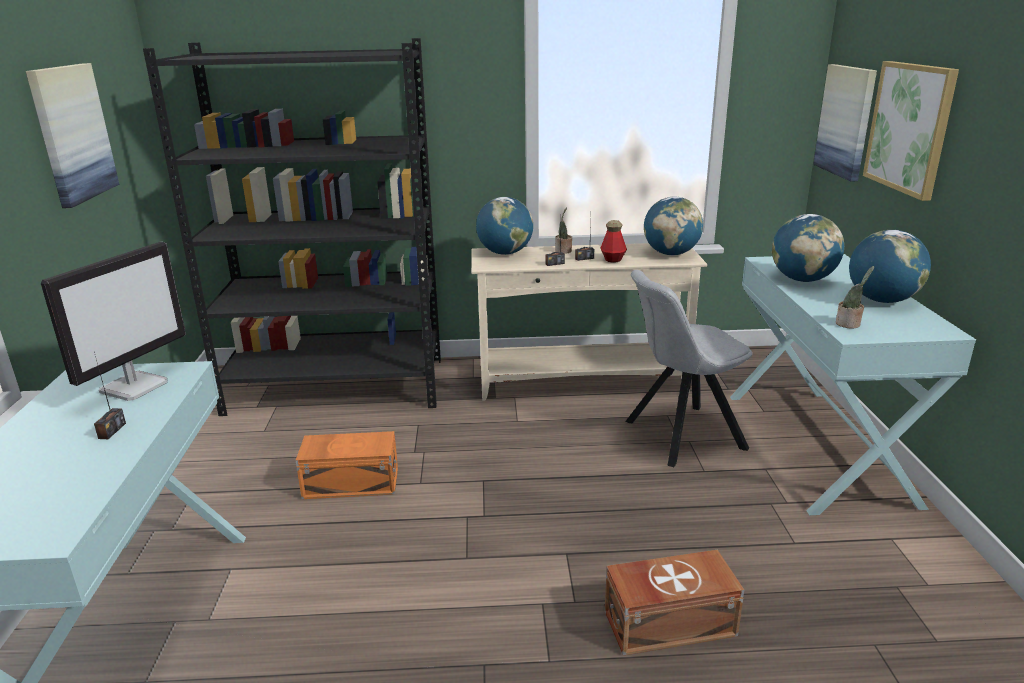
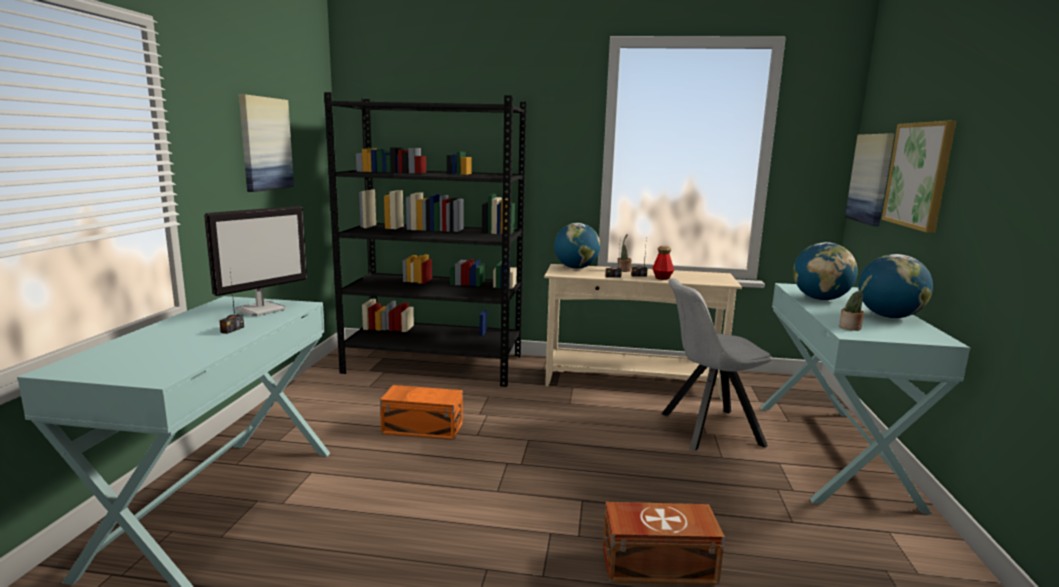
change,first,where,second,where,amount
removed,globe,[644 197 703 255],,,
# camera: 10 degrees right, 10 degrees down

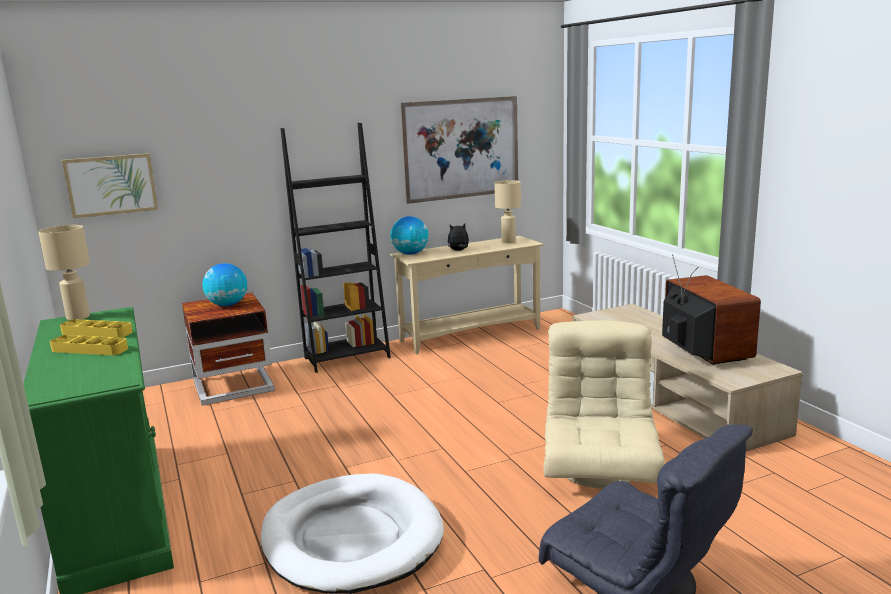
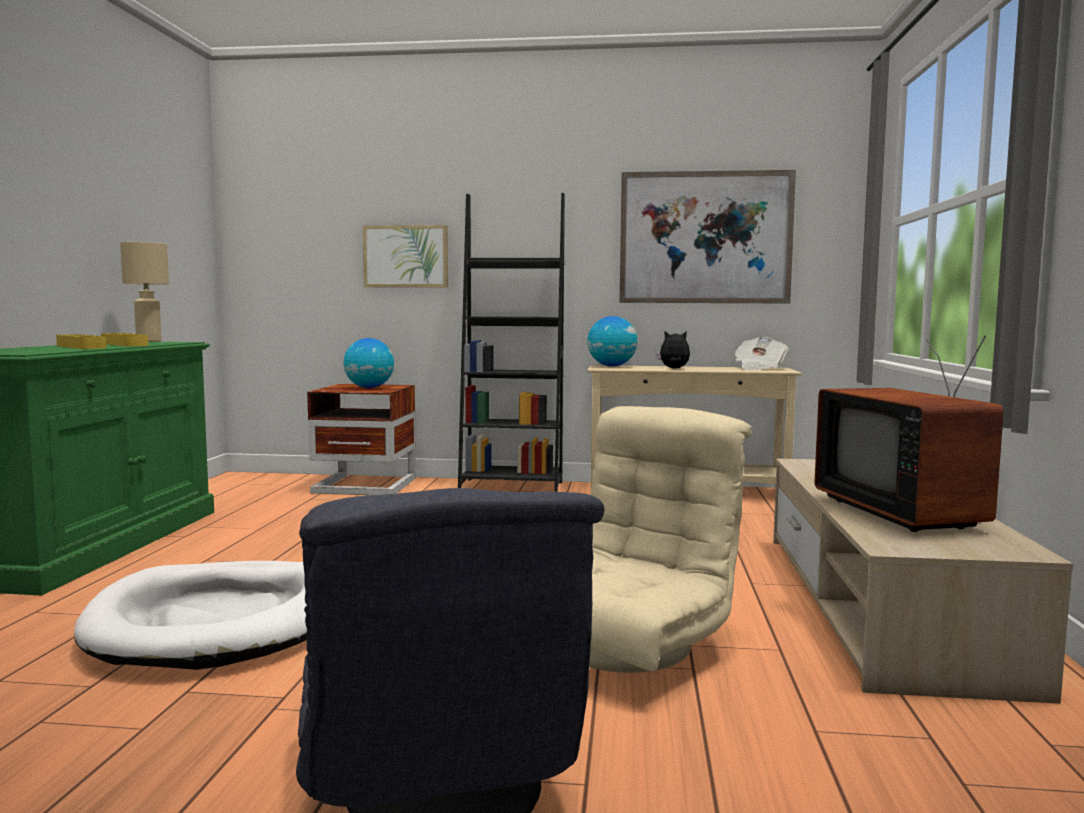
change,first,where,second,where,amount
moved,picture,[62 153 158 218],,[363 225 448 288],
replaced,beige table lamp,[495 180 521 243],newspaper,[734 337 789 371],
turned,television,[662 254 761 365],,[815 336 1004 532],150 degrees clockwise
# camera: 30 degrees right, 10 degrees down

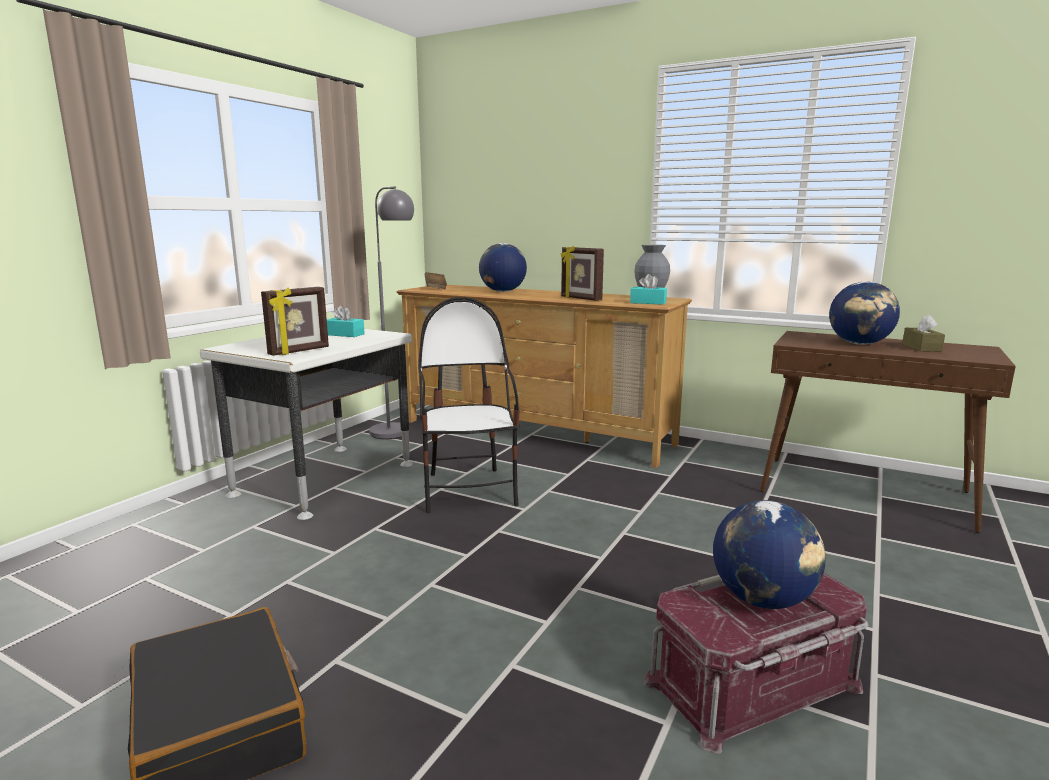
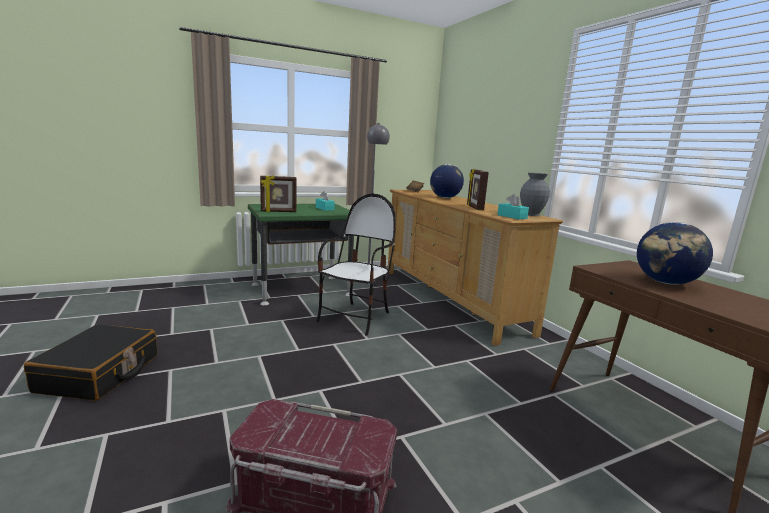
change,first,where,second,where,amount
recoloured,white desk,[200 329 413 520],green desk,[248 204 354 305],
removed,globe,[713 500 826 609],,,
removed,brown tissue box,[902 314 945 352],,,
# camera: 35 degrees right, 0 degrees up

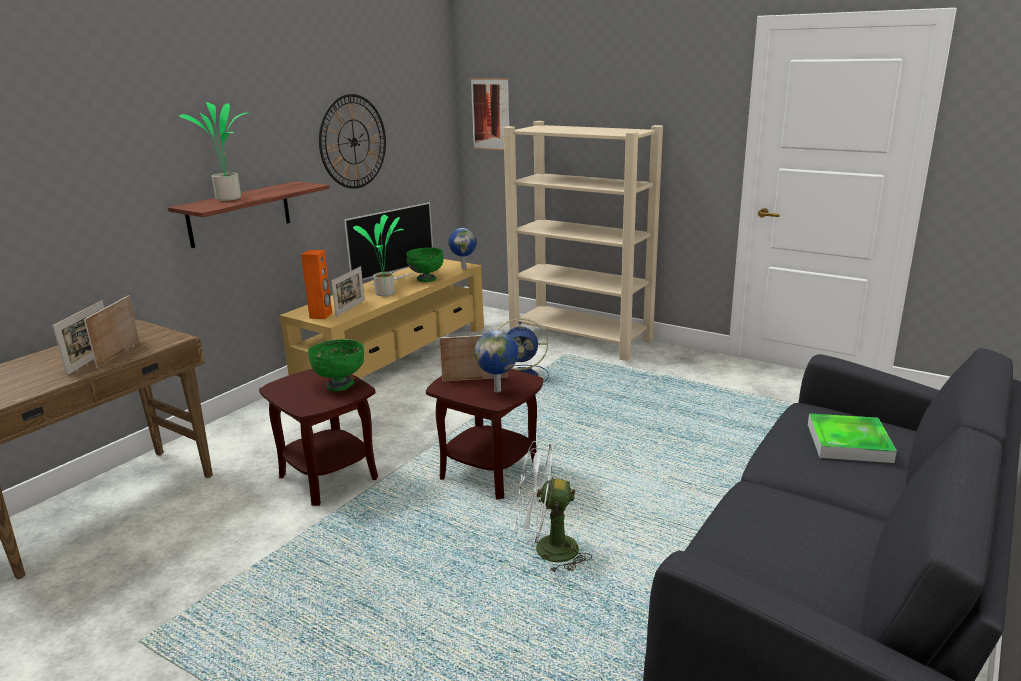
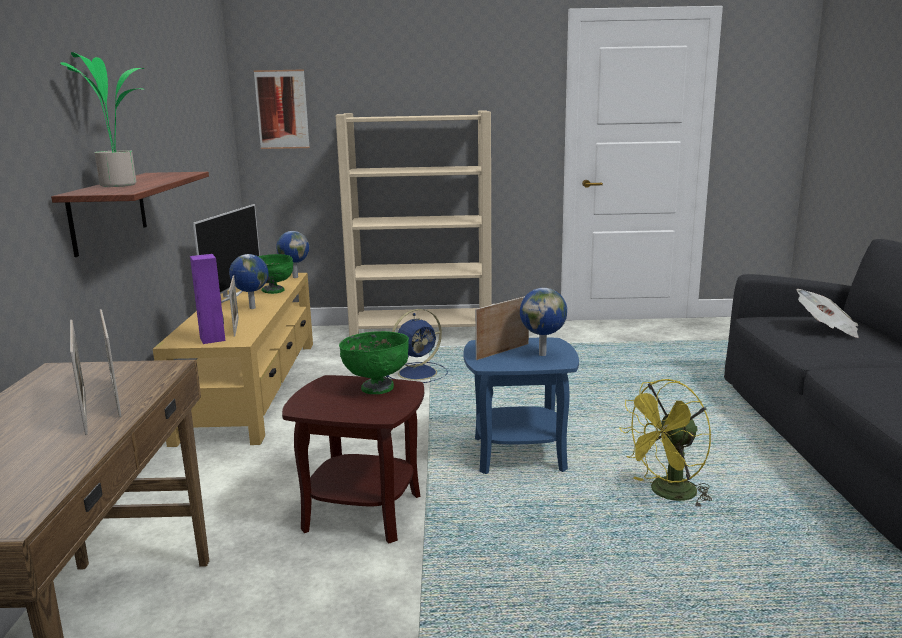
change,first,where,second,where,amount
recoloured,orange speaker,[301 250 332 319],purple speaker,[190 254 225 344],
replaced,potted plant,[353 215 404 296],globe,[229 254 269 309],
recoloured,brown side table,[426 369 543 500],blue side table,[464 338 579 474],
recoloured,white fan,[515 441 592 573],yellow fan,[619 379 712 508],
replaced,tray,[808 413 897 463],newspaper,[796 289 859 338],
removed,wall clock,[319 94 386 189],,,
# camera: 35 degrees left, 5 degrees down

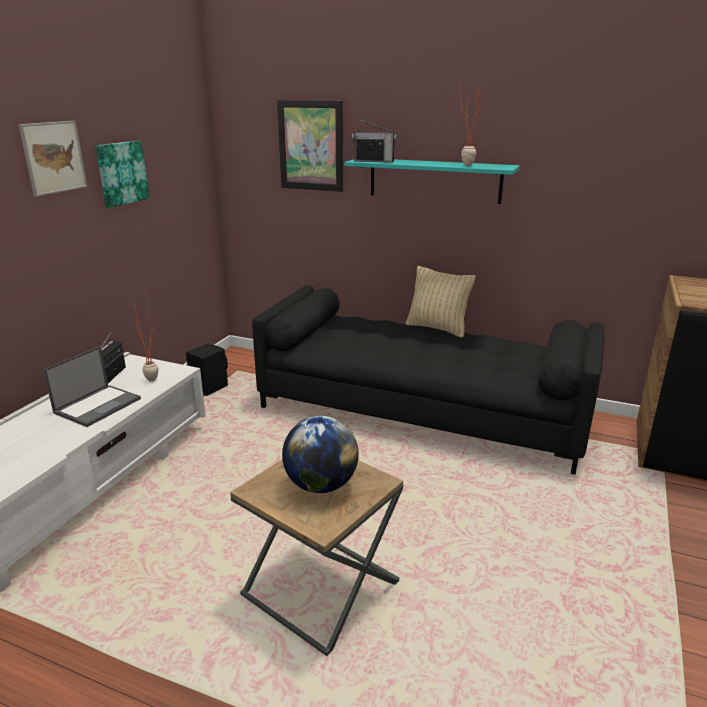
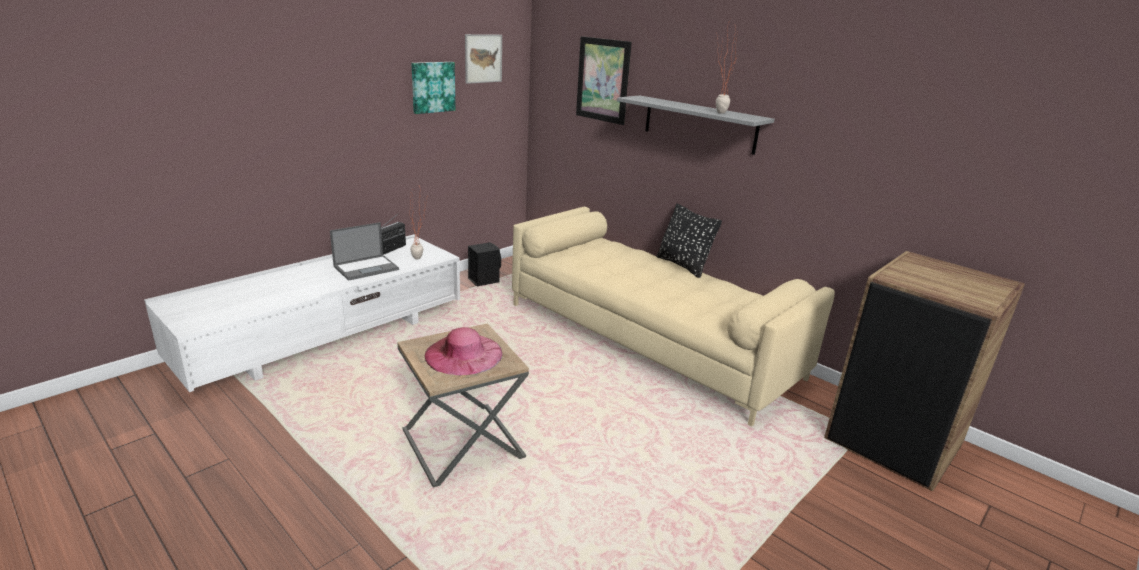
change,first,where,second,where,amount
replaced,globe,[282 416 359 493],pink hat,[425 327 502 375],
moved,picture,[18 121 87 197],,[465 34 502 84],
recoloured,black sofa,[252 285 605 475],beige sofa,[512 207 835 427],
recoloured,turquoise shelf,[344 159 520 204],grey shelf,[617 95 775 155],
recoloured,beige pillow,[406 266 476 338],black pillow,[656 204 722 278],
removed,radio,[352 119 397 162],,,
# camera: 20 degrees right, 0 degrees up

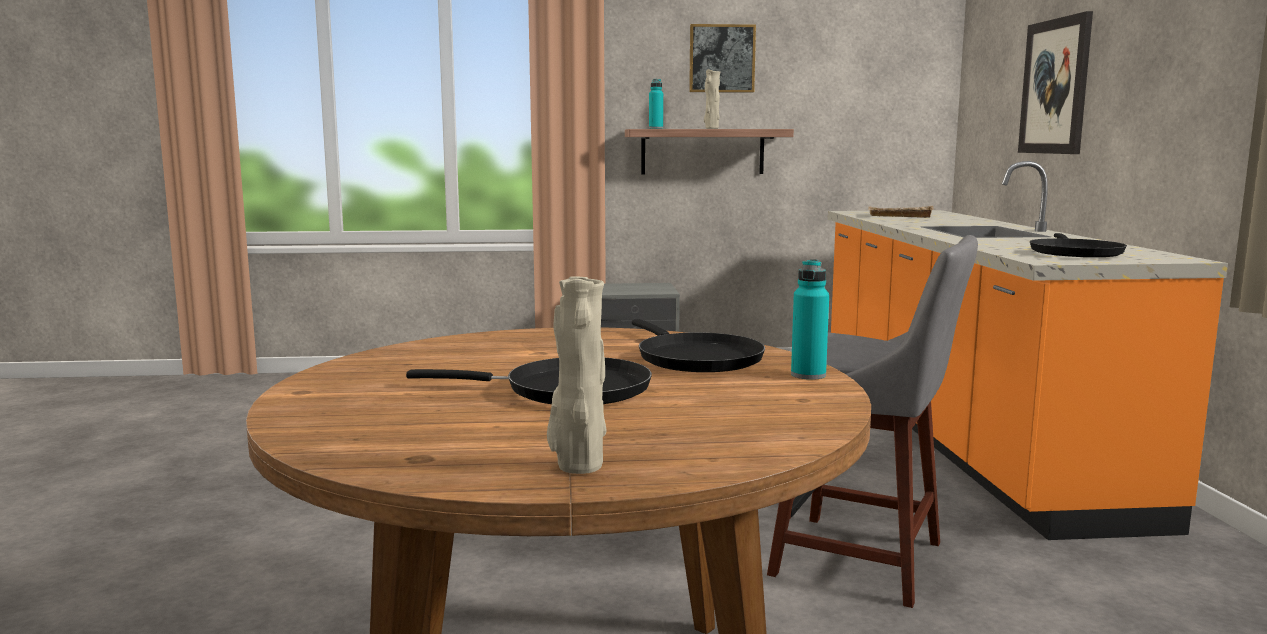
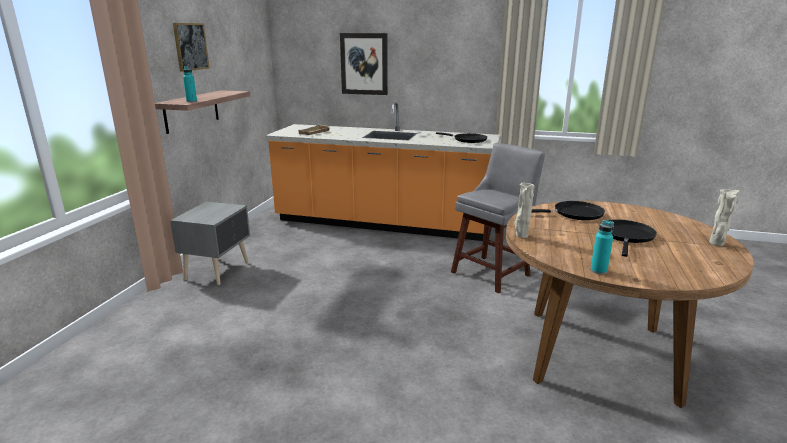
change,first,where,second,where,amount
moved,beige vase,[704 69 720 129],,[515 183 535 238],
moved,turquoise bottle,[791 259 829 380],,[590 220 614 274],
# camera: 70 degrees left, 10 degrees up

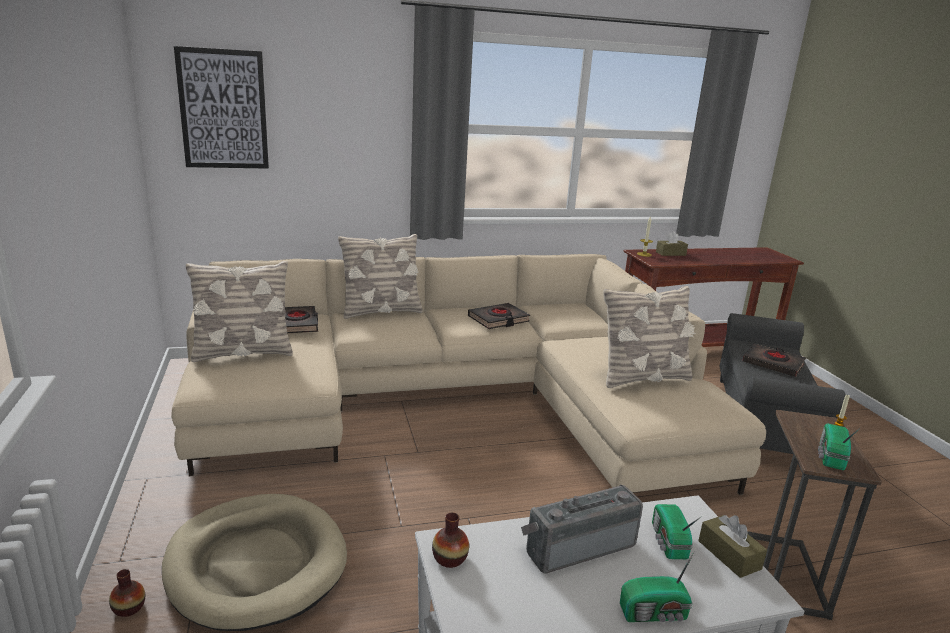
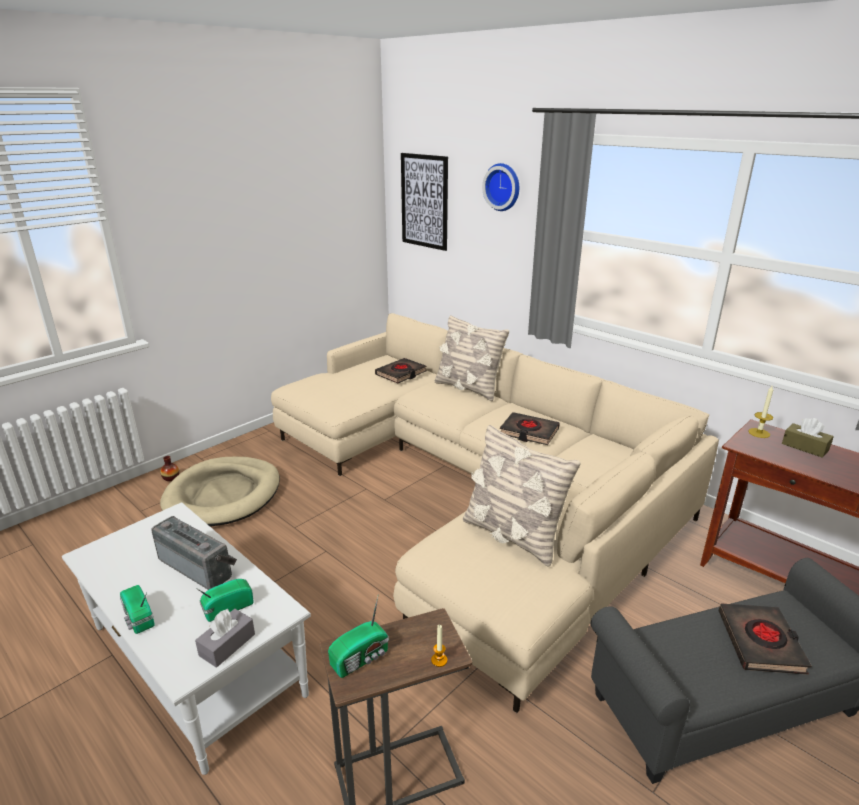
change,first,where,second,where,amount
recoloured,brown tissue box,[698 515 767 578],grey tissue box,[195 609 255 668],
turned,radio,[818 424 860 470],,[328 594 389 678],150 degrees clockwise
added,,,wall clock,[482 163 519 211],
removed,beige pillow,[186 261 293 362],,,
removed,vase,[432 512 469 568],,,
# camera: 60 degrees right, 5 degrees up

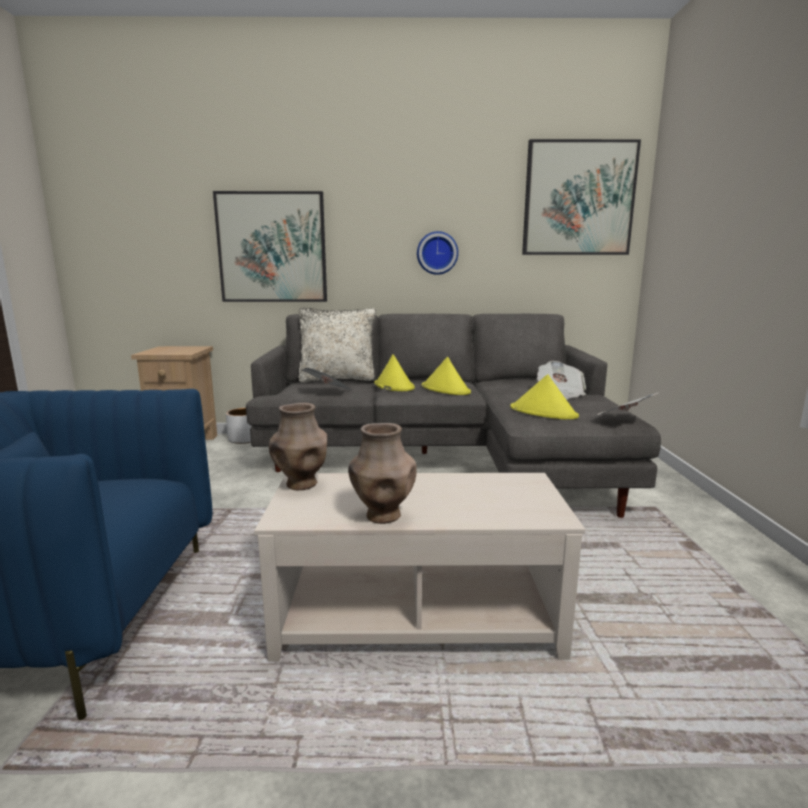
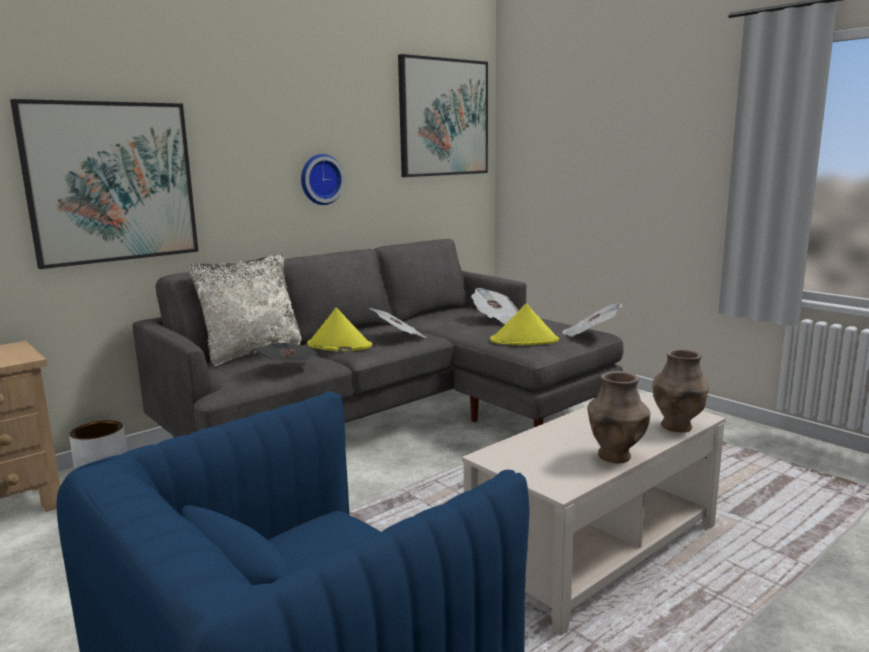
change,first,where,second,where,amount
replaced,yellow hat,[422 357 471 395],newspaper,[369 308 427 338],
moved,brown vase,[269 403 327 490],,[652 349 709 433],
# camera: 40 degrees left, 0 degrees up

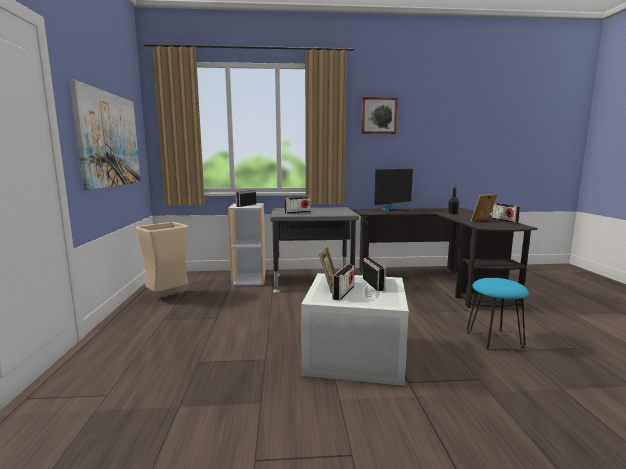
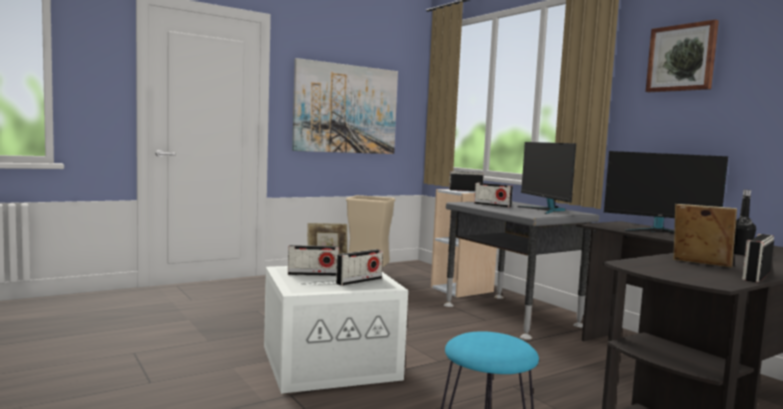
change,first,where,second,where,amount
added,,,monitor,[517 142 576 214],
# camera: 60 degrees right, 5 degrees down

